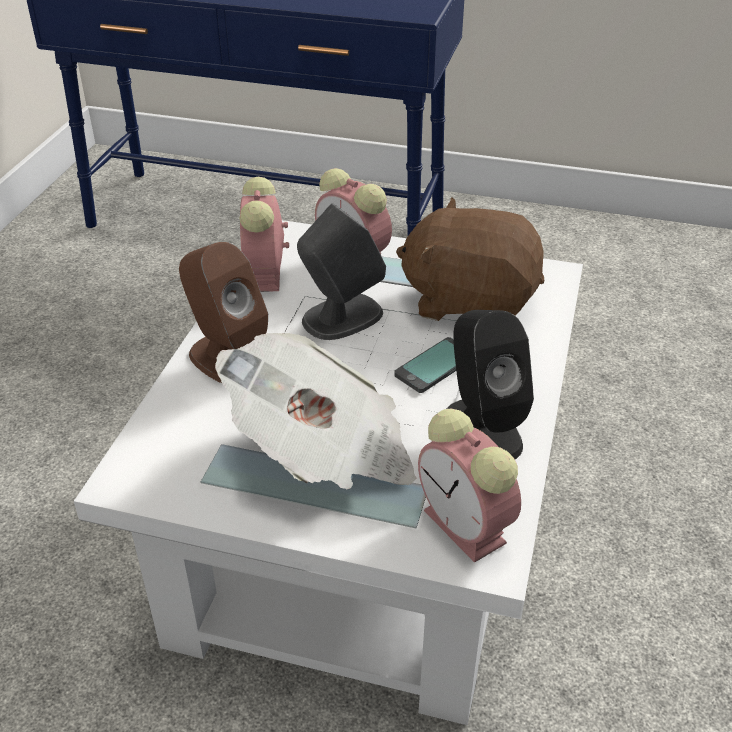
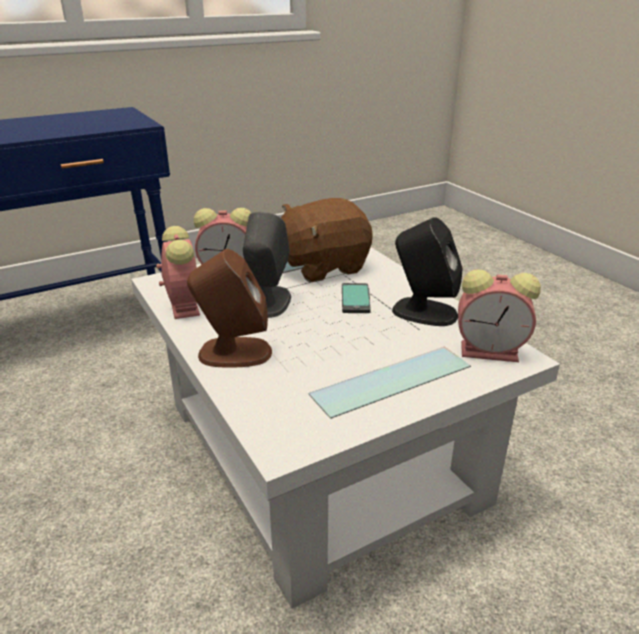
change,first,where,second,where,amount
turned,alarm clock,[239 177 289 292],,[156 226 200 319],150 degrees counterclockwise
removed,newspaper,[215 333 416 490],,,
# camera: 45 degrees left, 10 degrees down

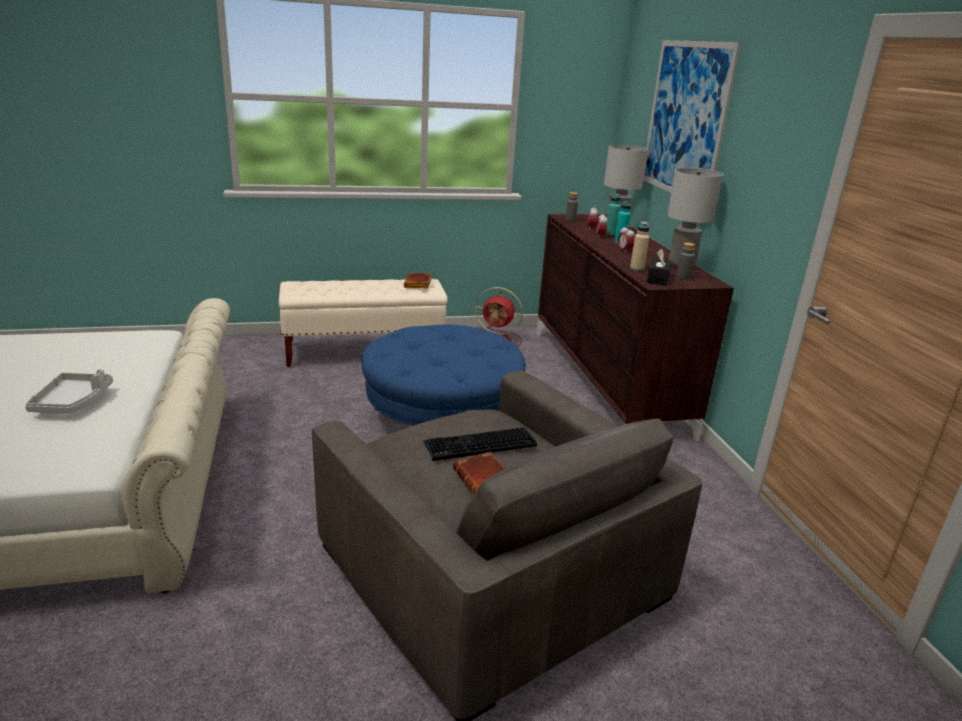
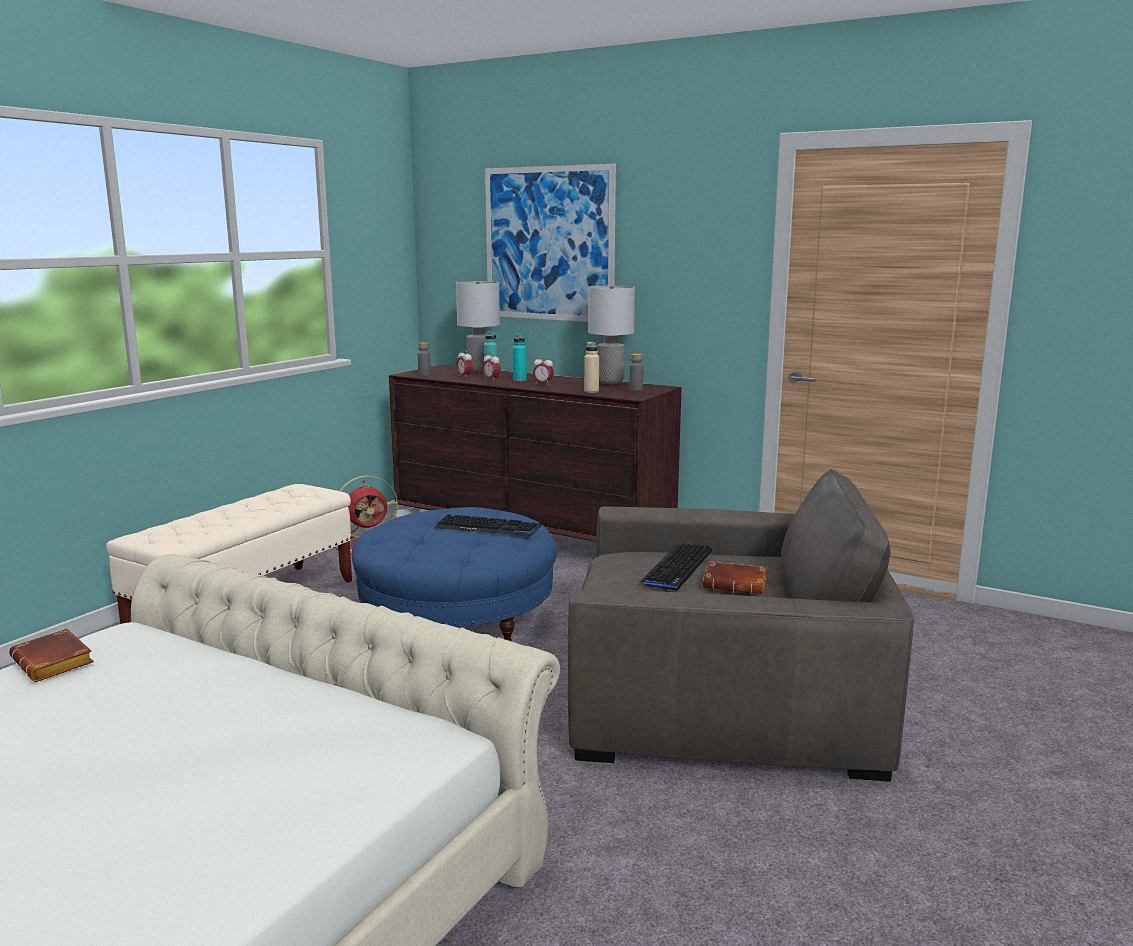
change,first,where,second,where,amount
moved,brown book,[404 273 431 288],,[9 629 94 682],
added,,,keyboard,[435 514 541 536],
removed,grey tray,[25 369 113 413],,,
removed,black tissue box,[647 249 672 286],,,
# camera: 45 degrees left, 10 degrees down

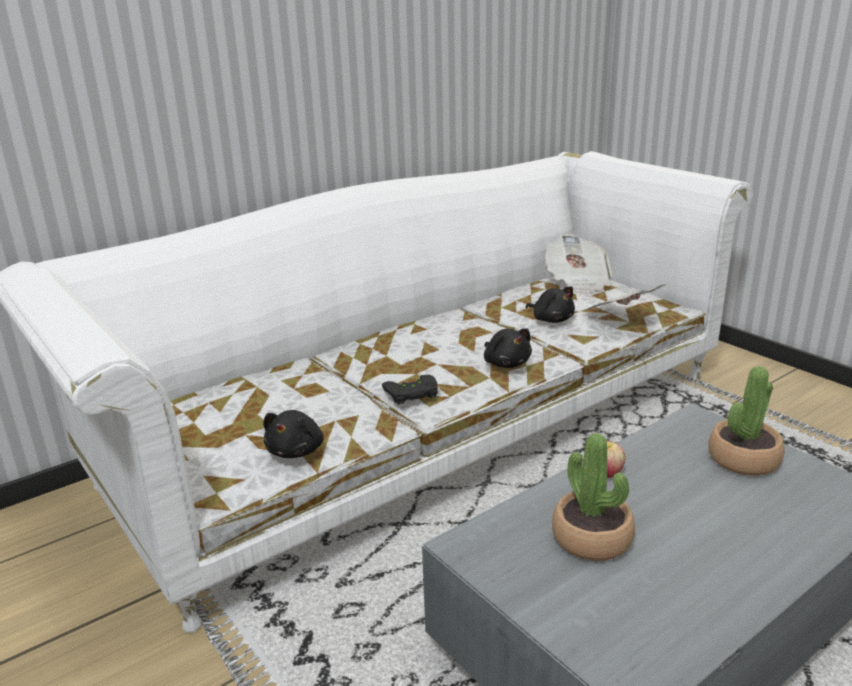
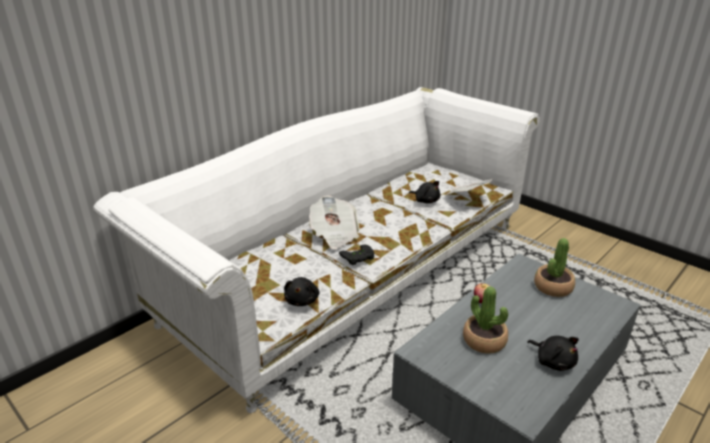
change,first,where,second,where,amount
moved,newspaper,[545 234 612 296],,[309 196 360 249],
moved,black plush toy,[484 328 532 368],,[527 336 579 371],
# camera: 10 degrees left, 5 degrees up

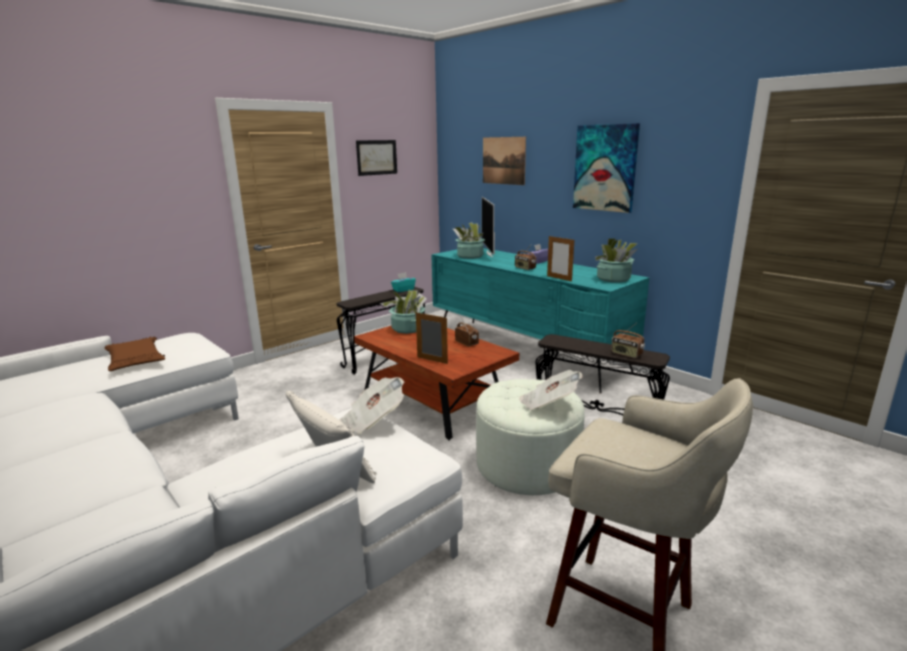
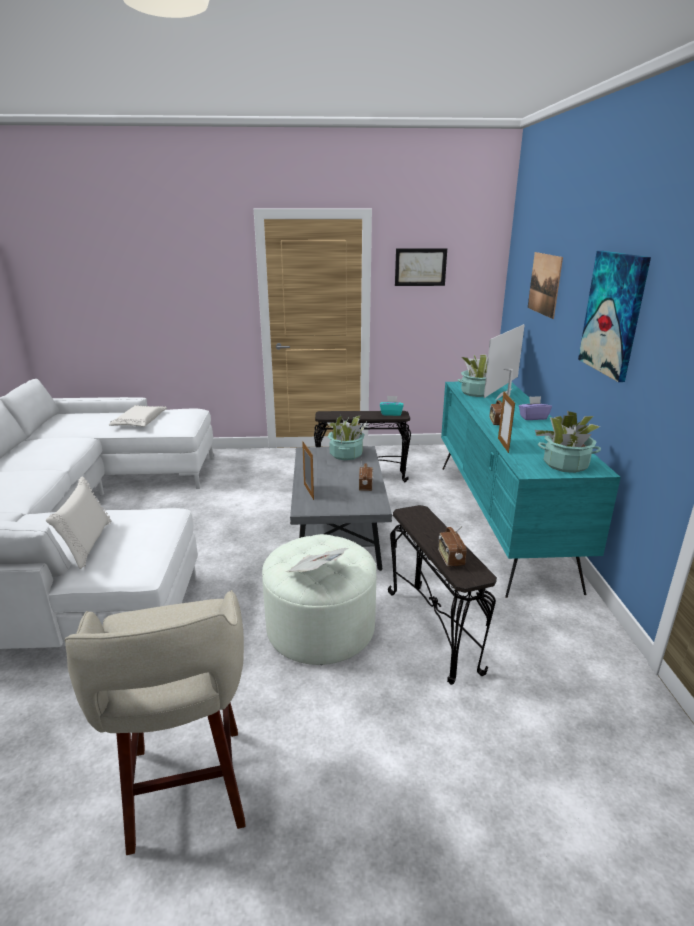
change,first,where,second,where,amount
recoloured,brown pillow,[105 336 165 371],white pillow,[109 405 167 427],
recoloured,brown coffee table,[354 326 519 441],grey coffee table,[290 446 392 571],
removed,newspaper,[339 377 405 434],,,
# camera: 40 degrees right, 5 degrees up

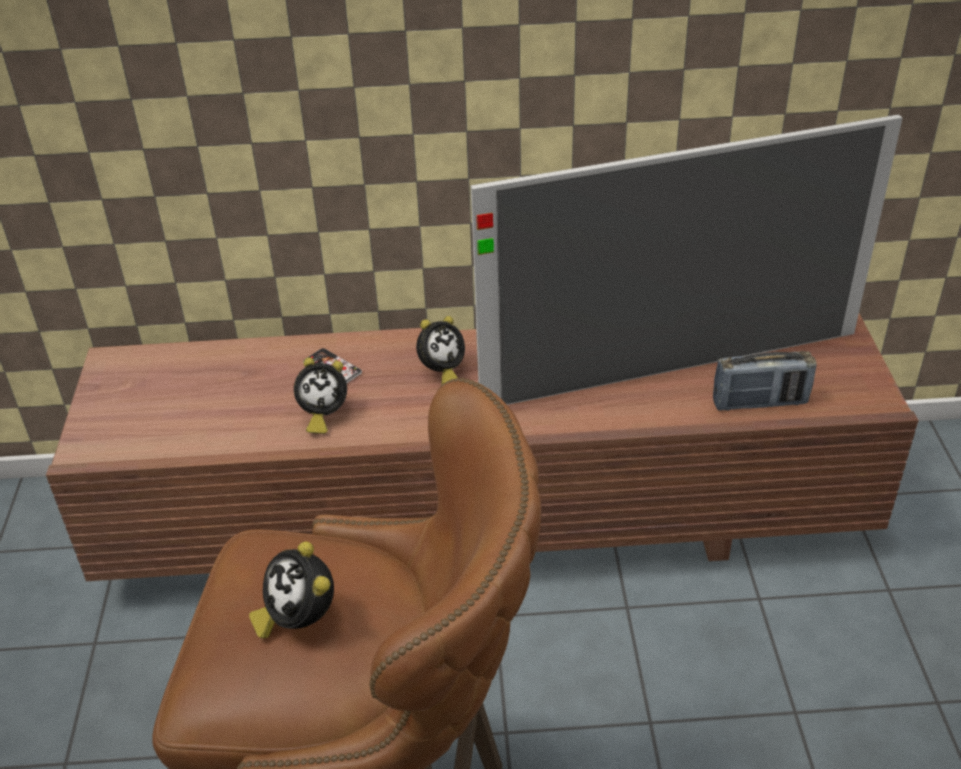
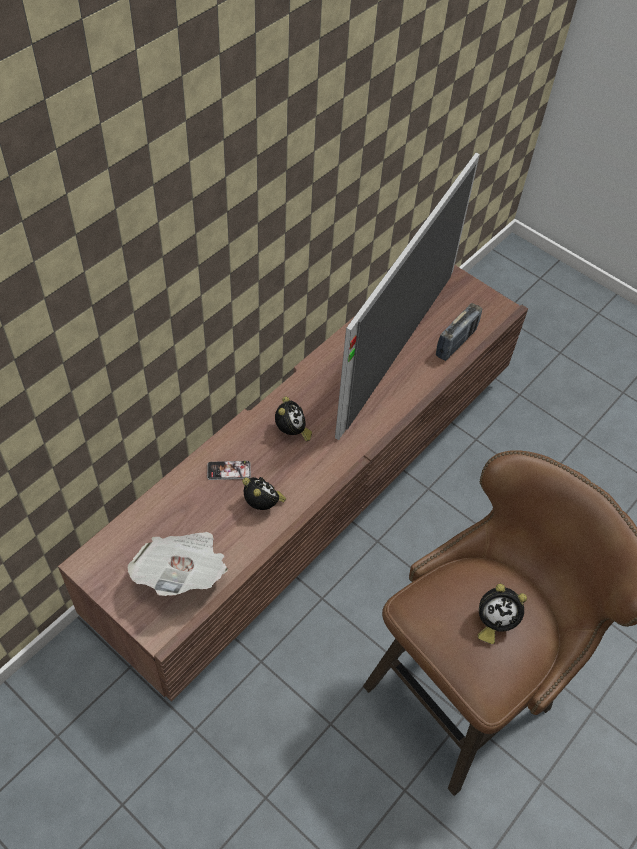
change,first,where,second,where,amount
added,,,newspaper,[127 532 228 596],
turned,alarm clock,[294 357 347 434],,[242 477 286 510],75 degrees counterclockwise
# camera: 50 degrees left, 15 degrees up

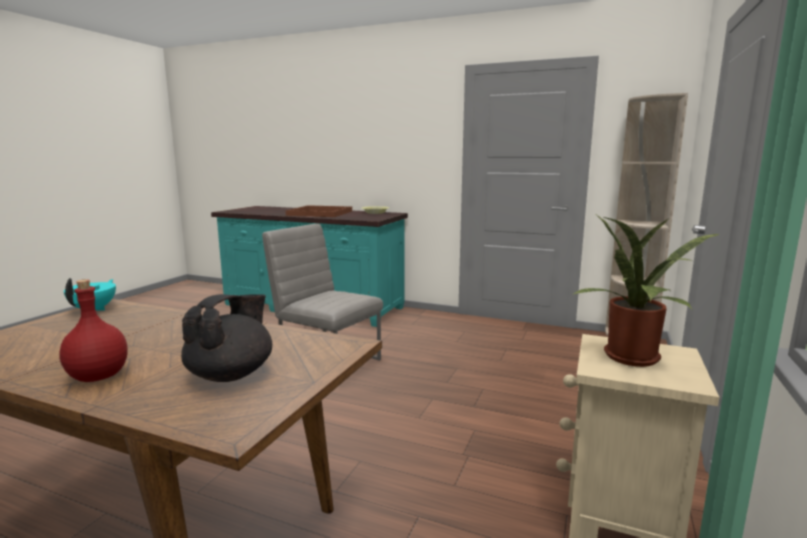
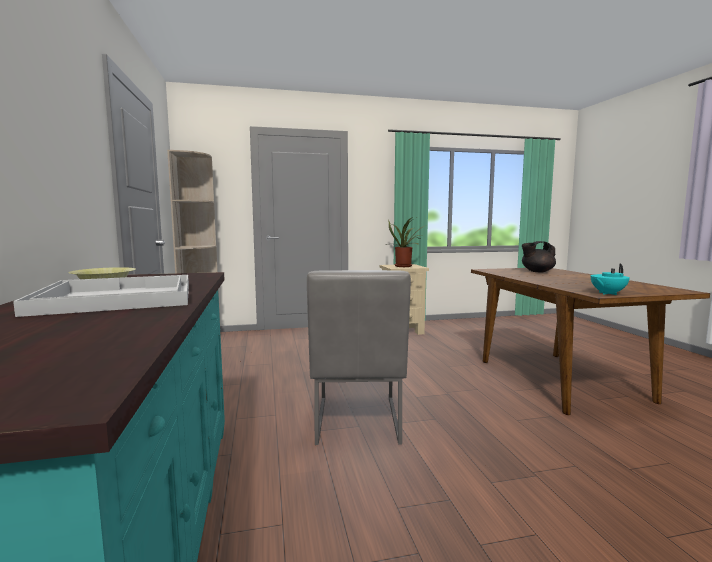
change,first,where,second,where,amount
recoloured,brown tray,[286 205 352 217],white tray,[13 275 189 317],
removed,red bottle,[59 279 128 382],,,
# camera: 125 degrees left, 5 degrees down

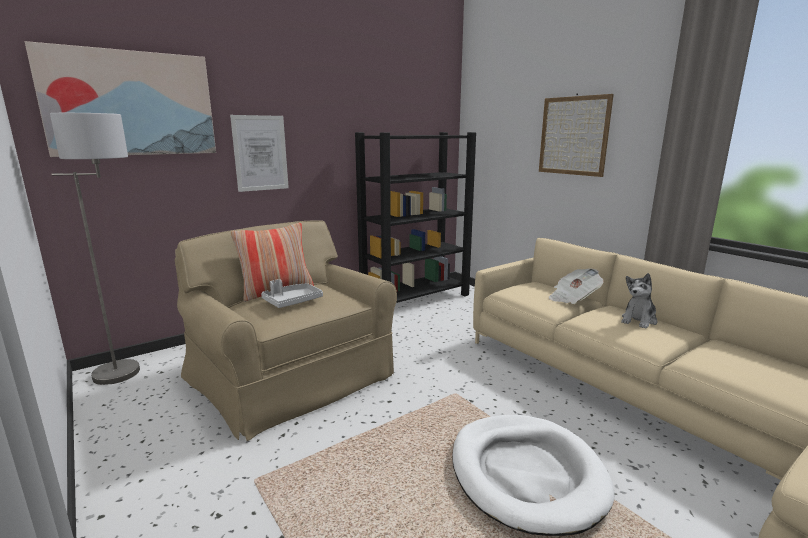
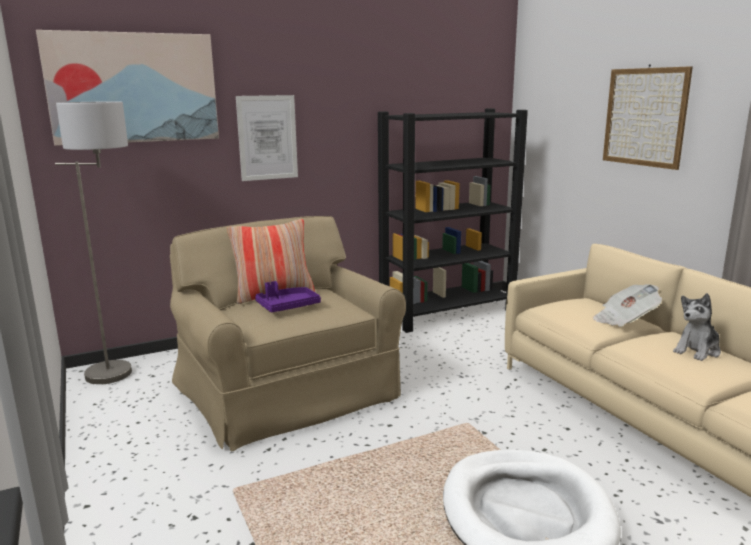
change,first,where,second,where,amount
recoloured,grey tray,[261 279 323 308],purple tray,[255 281 321 313],
# camera: 10 degrees right, 0 degrees up

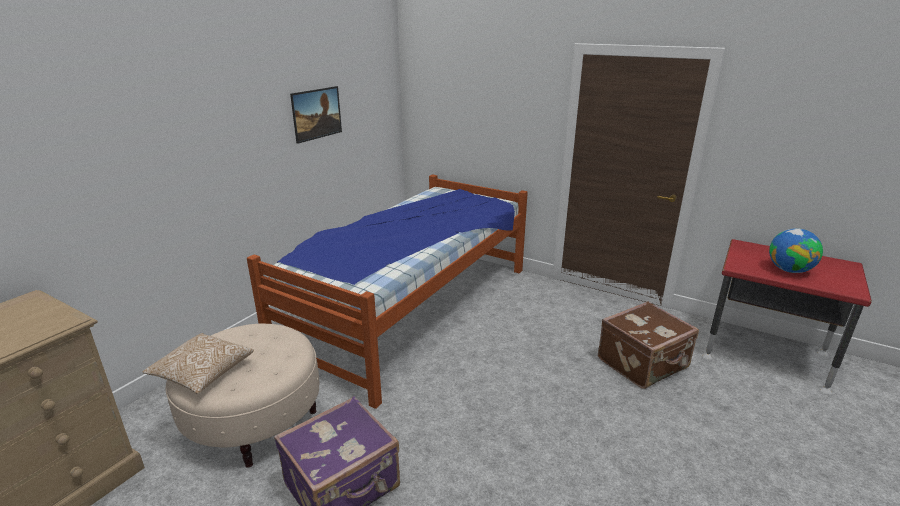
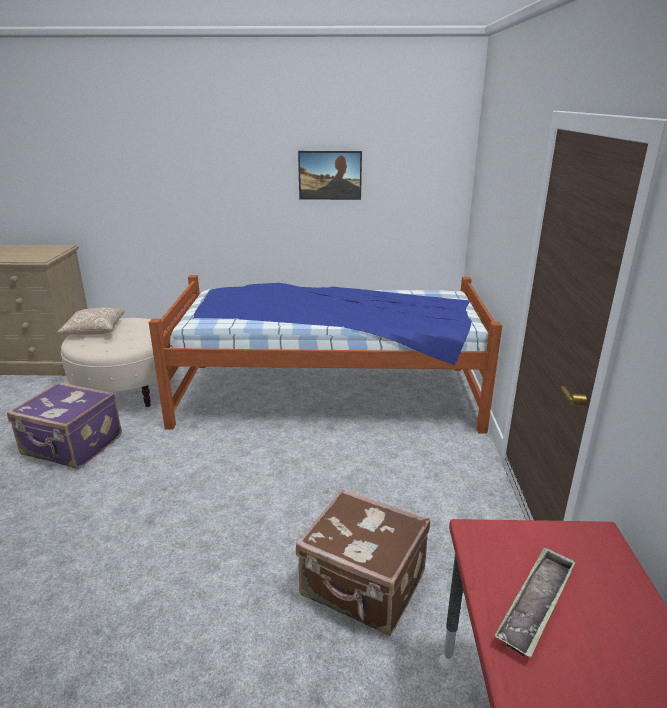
change,first,where,second,where,amount
replaced,globe,[769 228 823 273],tray,[495 546 576 658],
# camera: 60 degrees right, 0 degrees up

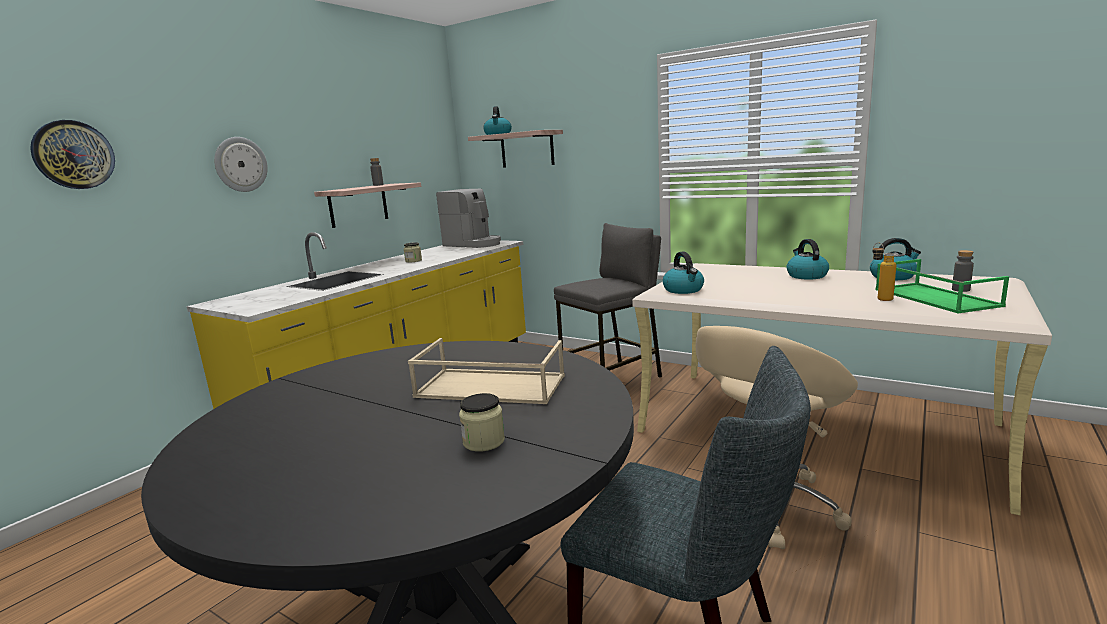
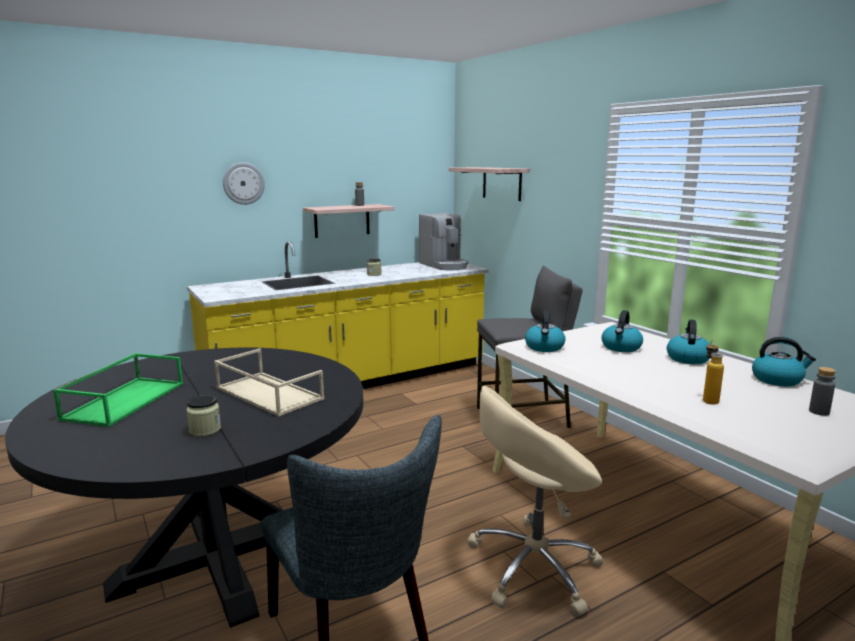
change,first,where,second,where,amount
moved,green tray,[875 259 1009 314],,[53 353 183 427],
moved,kettle,[483 106 512 135],,[601 310 643 352],
removed,wall clock,[30 120 115 189],,,
# camera: 25 degrees right, 0 degrees up

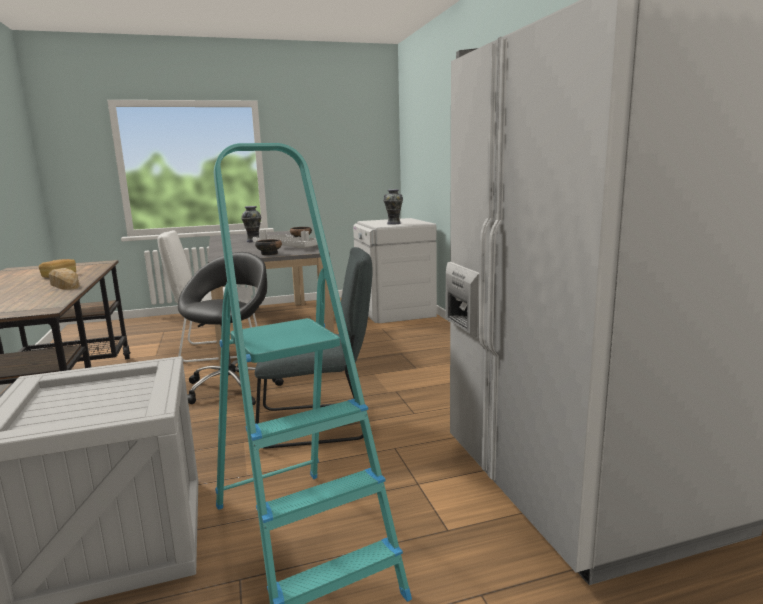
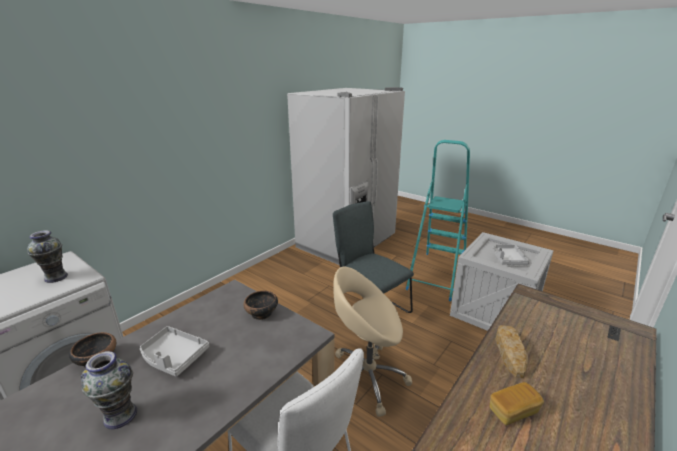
change,first,where,second,where,amount
recoloured,black office chair,[178 252 284 405],beige office chair,[333 267 412 417],
moved,grey tray,[281 231 318 248],,[494 244 529 265],
# camera: 125 degrees left, 10 degrees up

